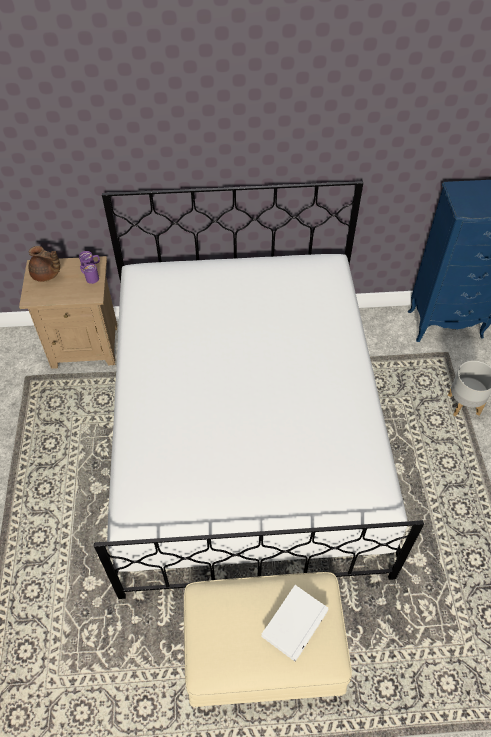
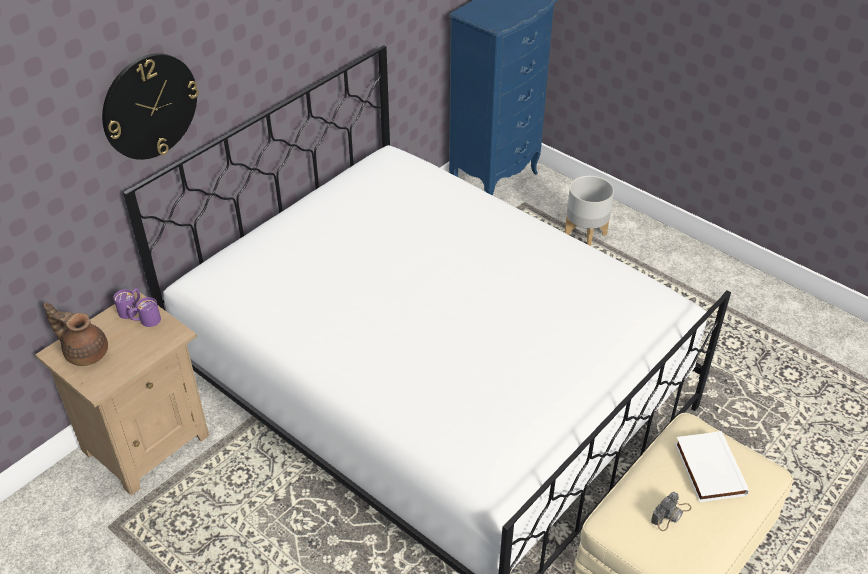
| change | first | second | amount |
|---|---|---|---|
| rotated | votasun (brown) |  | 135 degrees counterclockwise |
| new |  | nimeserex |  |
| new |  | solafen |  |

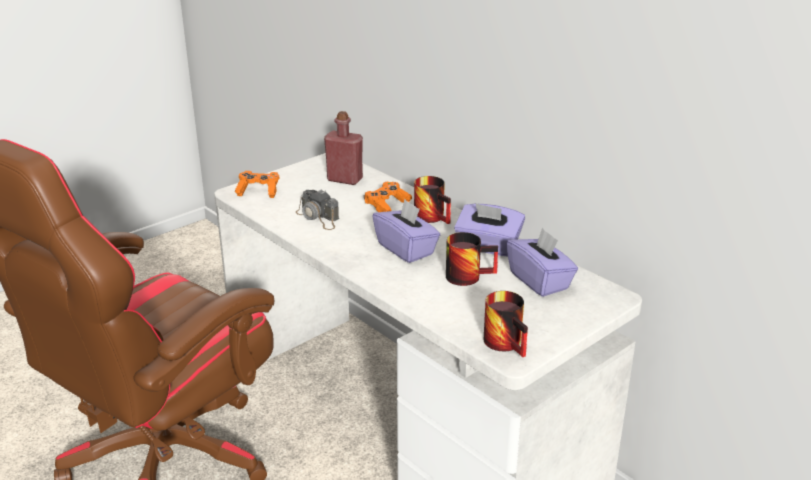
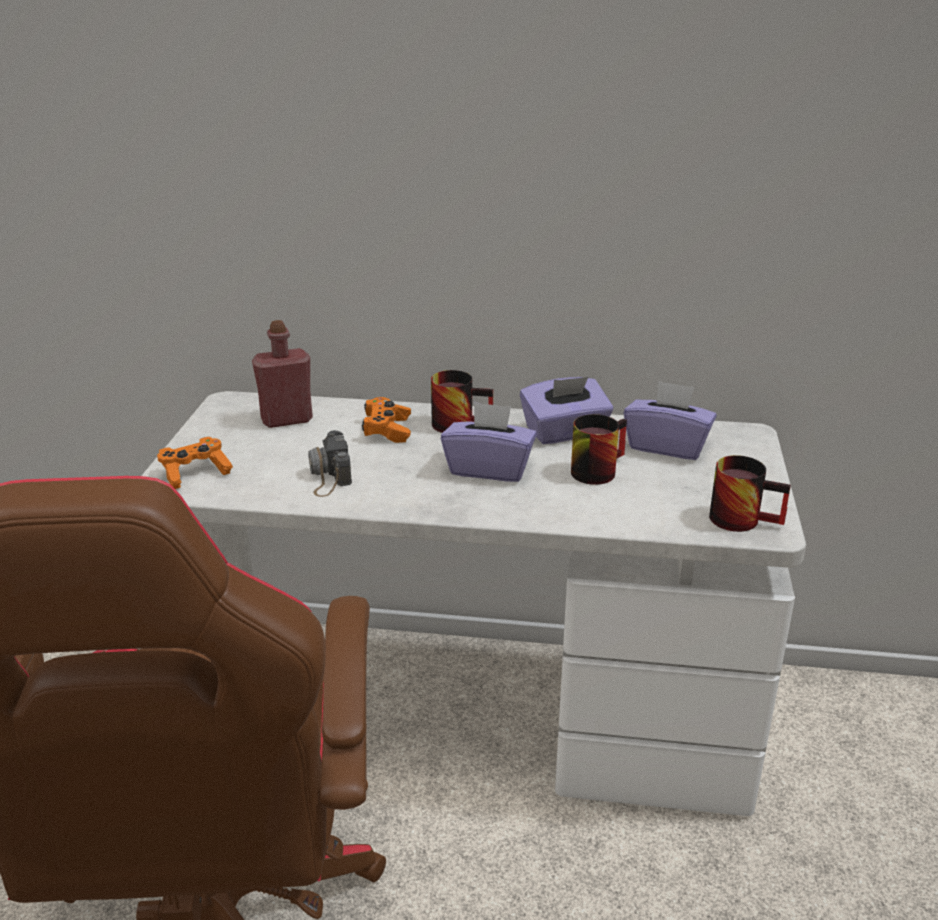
| change | first | second | amount |
|---|---|---|---|
| rotated | solafen |  | 75 degrees clockwise |

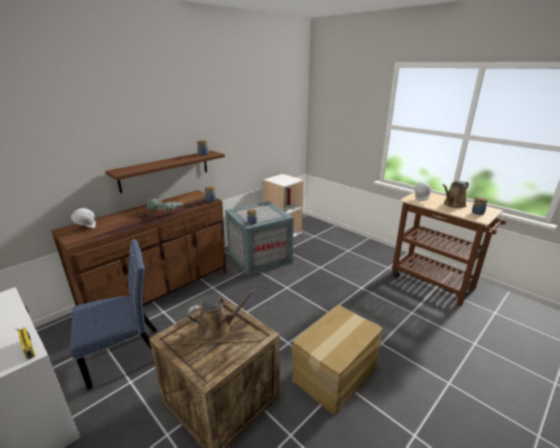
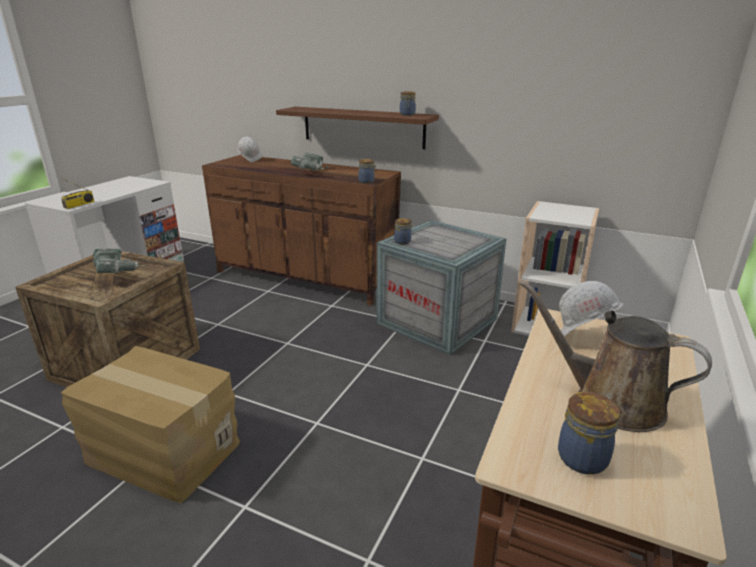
| change | first | second | amount |
|---|---|---|---|
| swapped | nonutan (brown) (no. 1 from left) | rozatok (no. 1 from left) |  |
| gone | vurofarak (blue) |  |  |

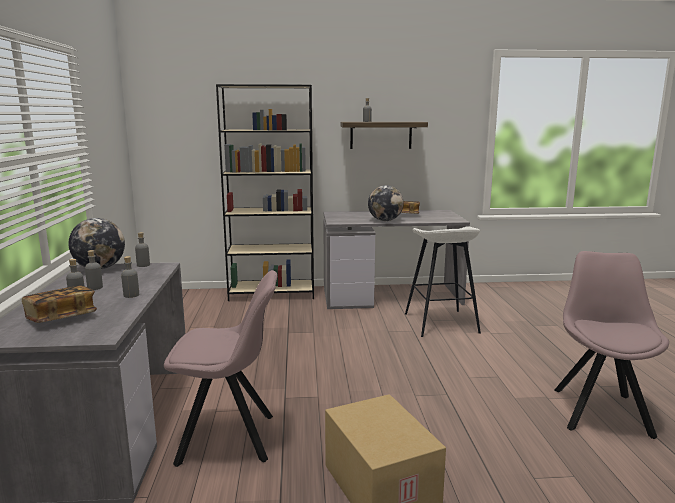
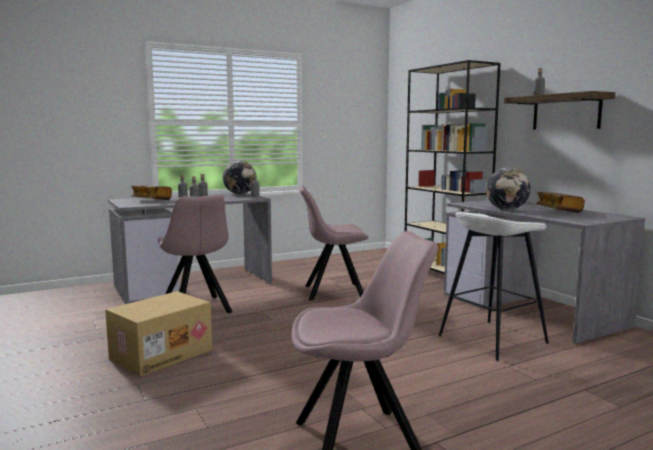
| change | first | second | amount |
|---|---|---|---|
| new |  | vurofarak (pink) (no. 2 from left) |  |

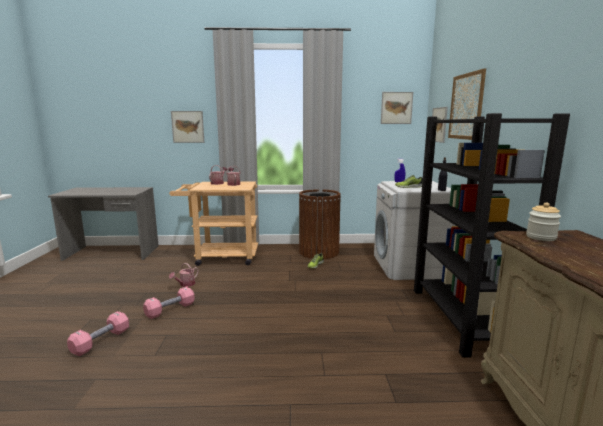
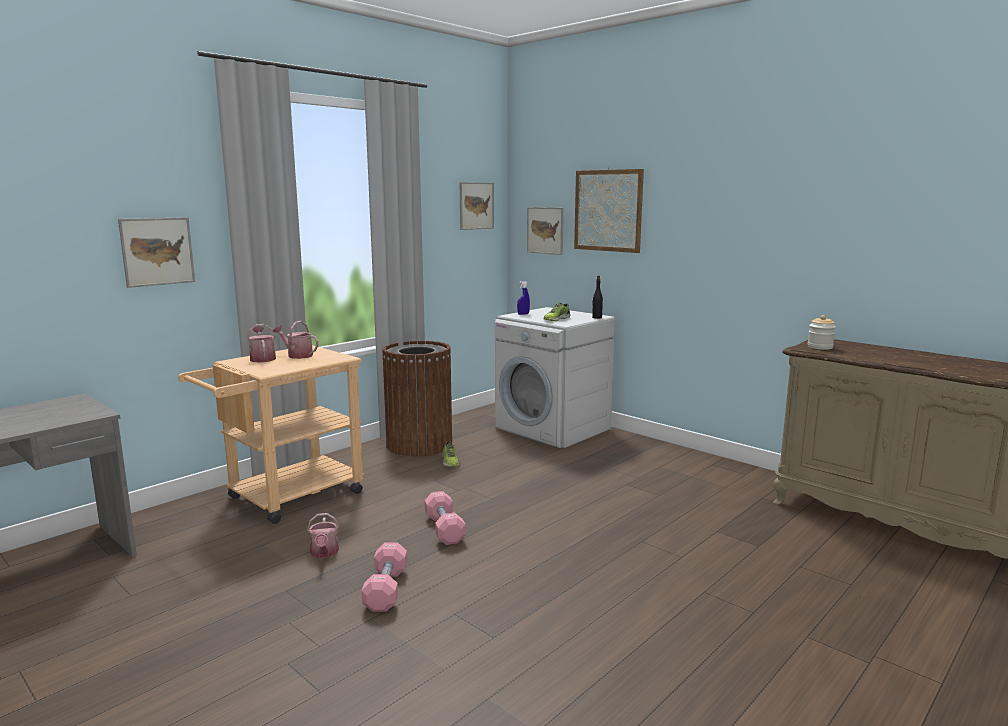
| change | first | second | amount |
|---|---|---|---|
| shifted | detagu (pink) (no. 1 from left in the first image) | detagu (pink) (no. 2 from left) |  |
| gone | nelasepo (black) |  |  |

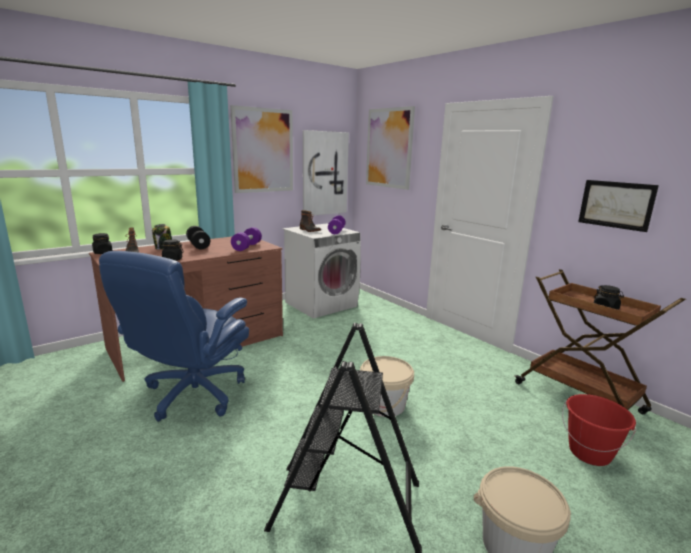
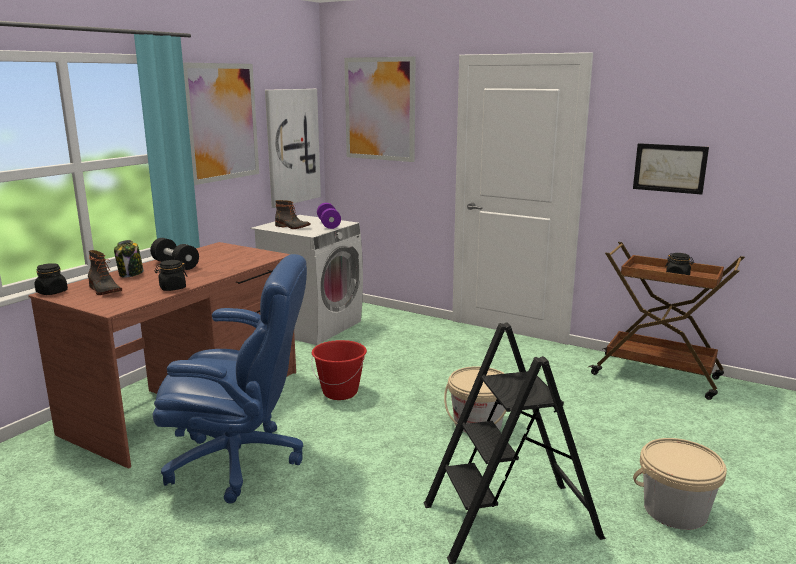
| change | first | second | amount |
|---|---|---|---|
| rotated | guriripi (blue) |  | 90 degrees counterclockwise |
| shifted | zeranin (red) |  |  |
| gone | detagu (purple) (no. 1 from left) |  |  |

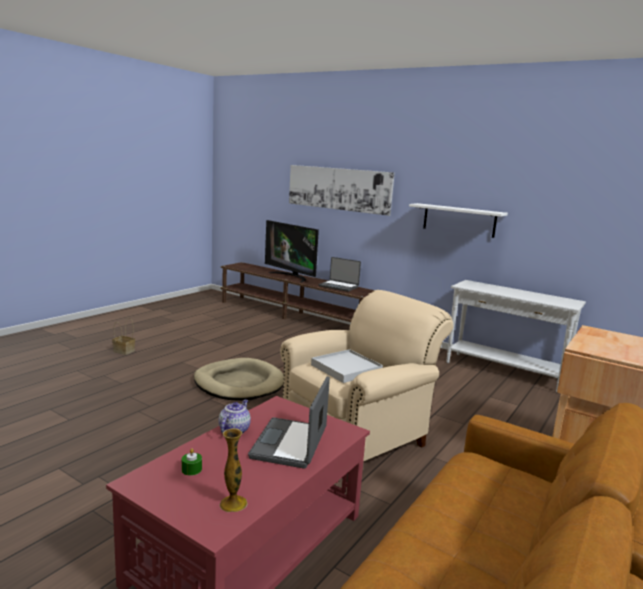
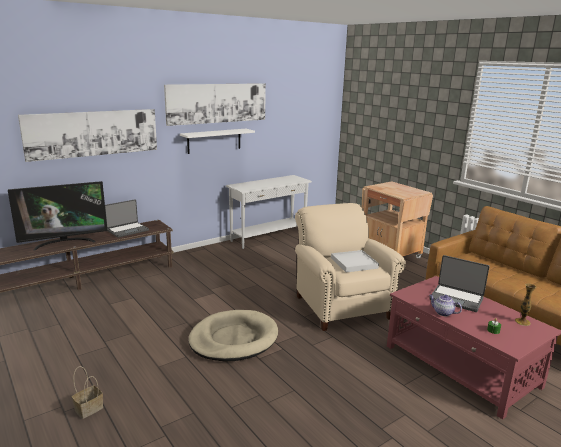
| change | first | second | amount |
|---|---|---|---|
| new |  | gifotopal (no. 2 from left) |  |

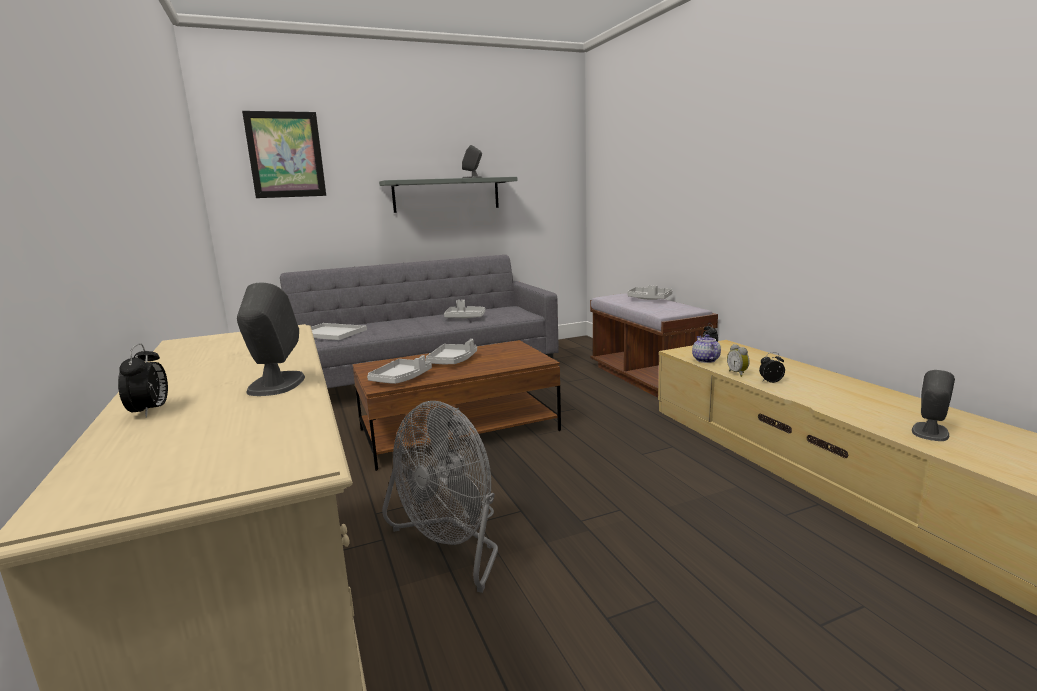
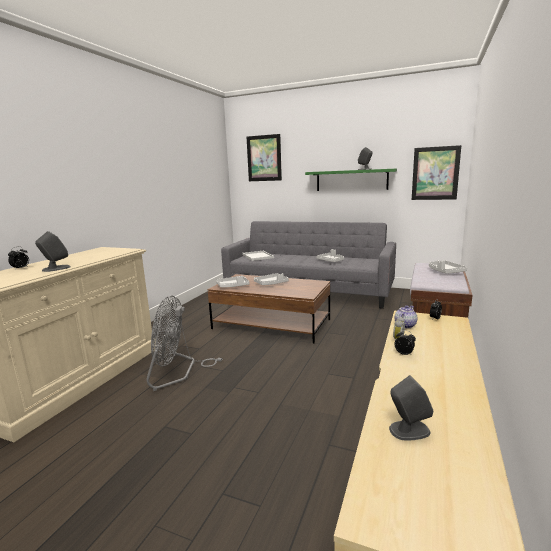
| change | first | second | amount |
|---|---|---|---|
| repainted | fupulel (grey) | fupulel (green) |  |
| new |  | gifotopal (no. 2 from left) |  |

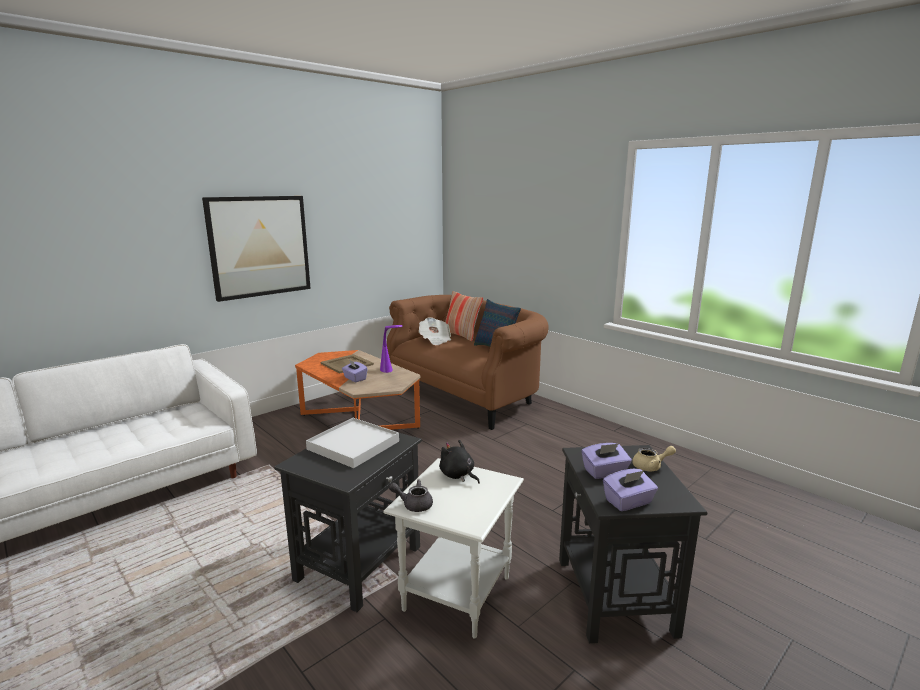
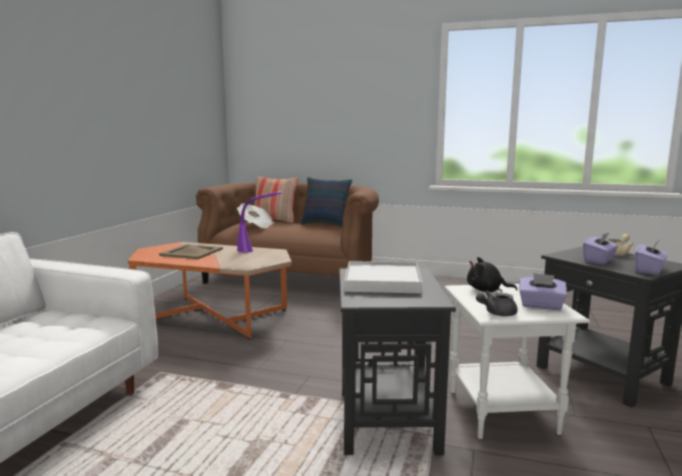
| change | first | second | amount |
|---|---|---|---|
| shifted | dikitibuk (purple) (no. 1 from left) |  |  |
| gone | gifotopal |  |  |

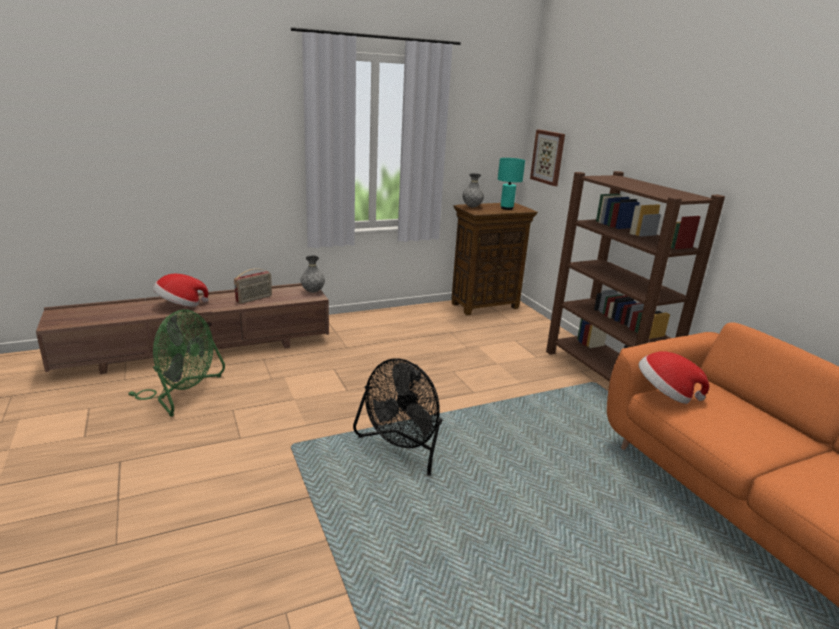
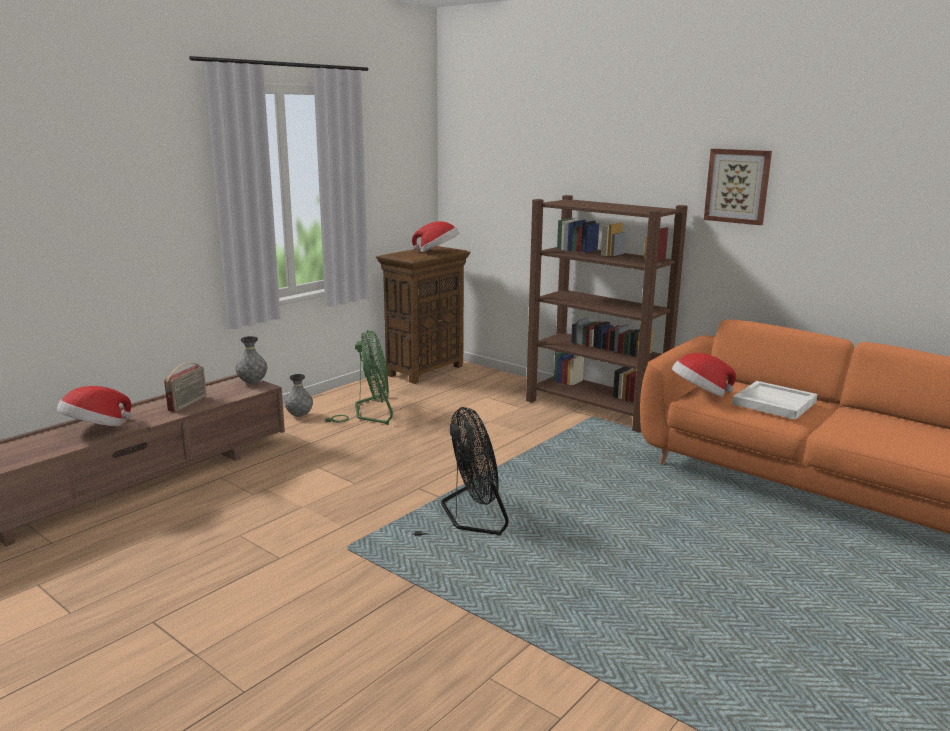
| change | first | second | amount |
|---|---|---|---|
| shifted | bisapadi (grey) (no. 2 from left) |  |  |
| shifted | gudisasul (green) |  |  |
| swapped | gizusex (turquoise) | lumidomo (no. 2 from left) |  |
| rotated | gudisasul (black) |  | 120 degrees counterclockwise |
| shifted | gifotopal |  |  |
| new |  | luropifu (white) |  |

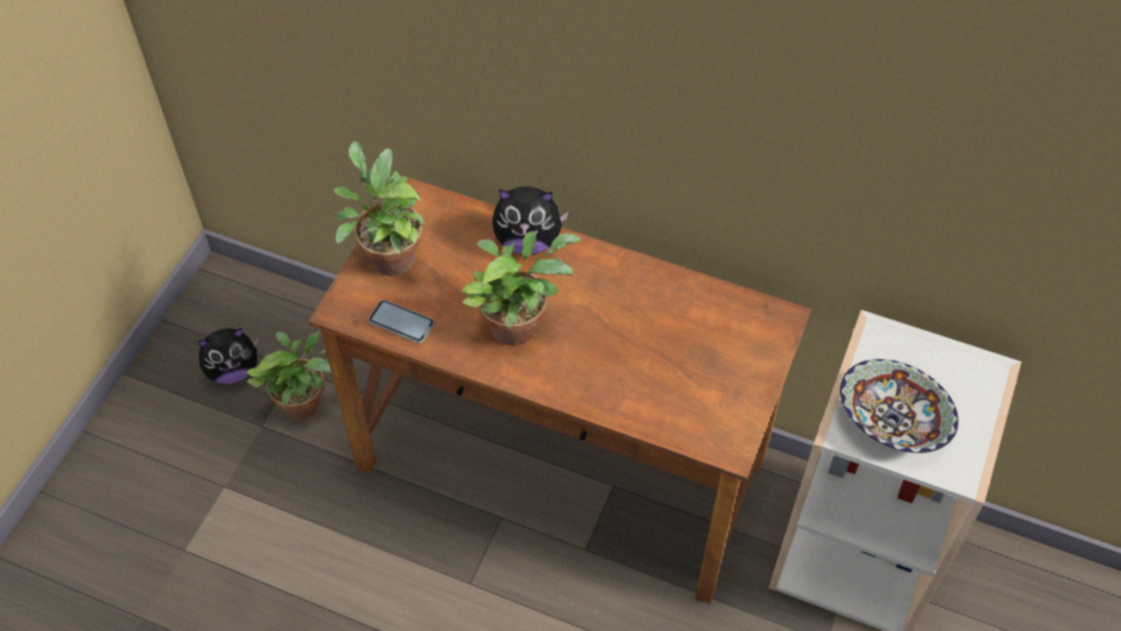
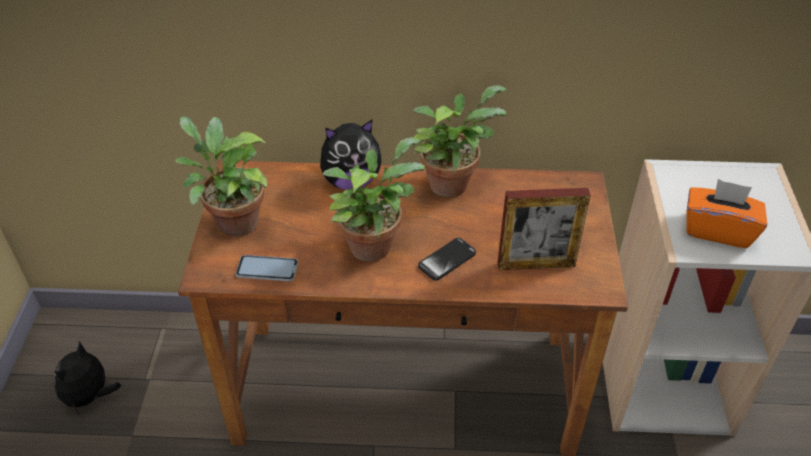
| change | first | second | amount |
|---|---|---|---|
| rotated | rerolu (no. 1 from left) |  | 150 degrees clockwise |
| shifted | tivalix (no. 1 from left in the first image) | tivalix (no. 3 from left) |  |
| new |  | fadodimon (no. 2 from left) |  |
| new |  | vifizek |  |
| swapped | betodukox | dikitibuk (orange) |  |

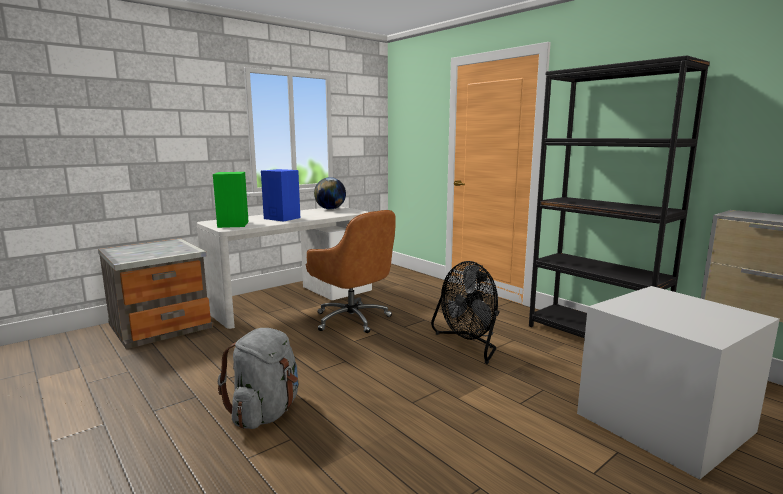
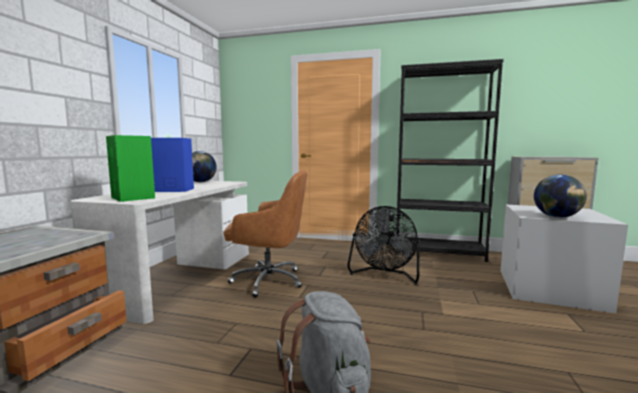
| change | first | second | amount |
|---|---|---|---|
| new |  | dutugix (no. 2 from left) |  |

